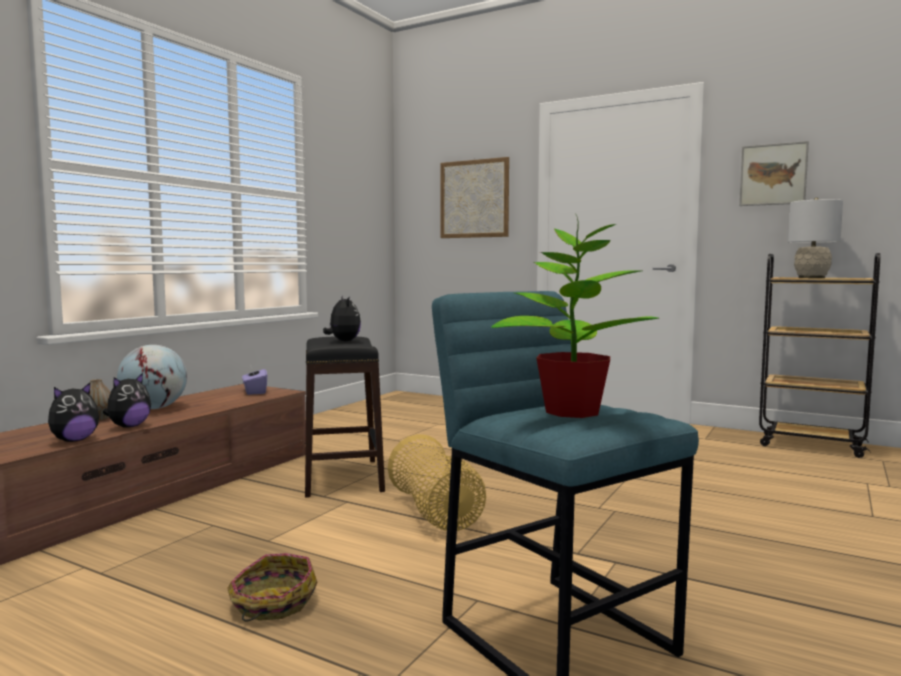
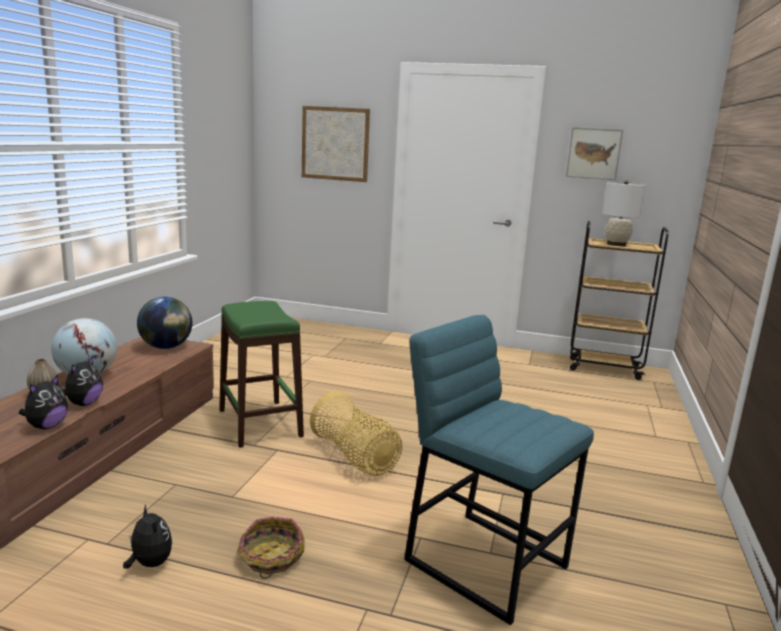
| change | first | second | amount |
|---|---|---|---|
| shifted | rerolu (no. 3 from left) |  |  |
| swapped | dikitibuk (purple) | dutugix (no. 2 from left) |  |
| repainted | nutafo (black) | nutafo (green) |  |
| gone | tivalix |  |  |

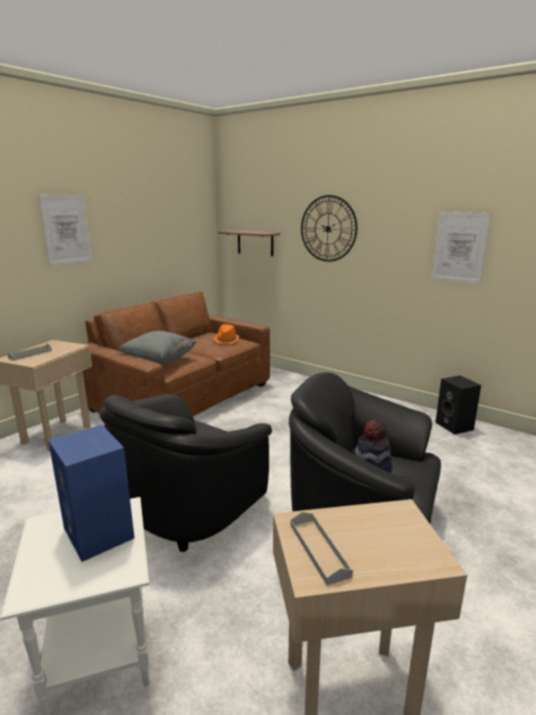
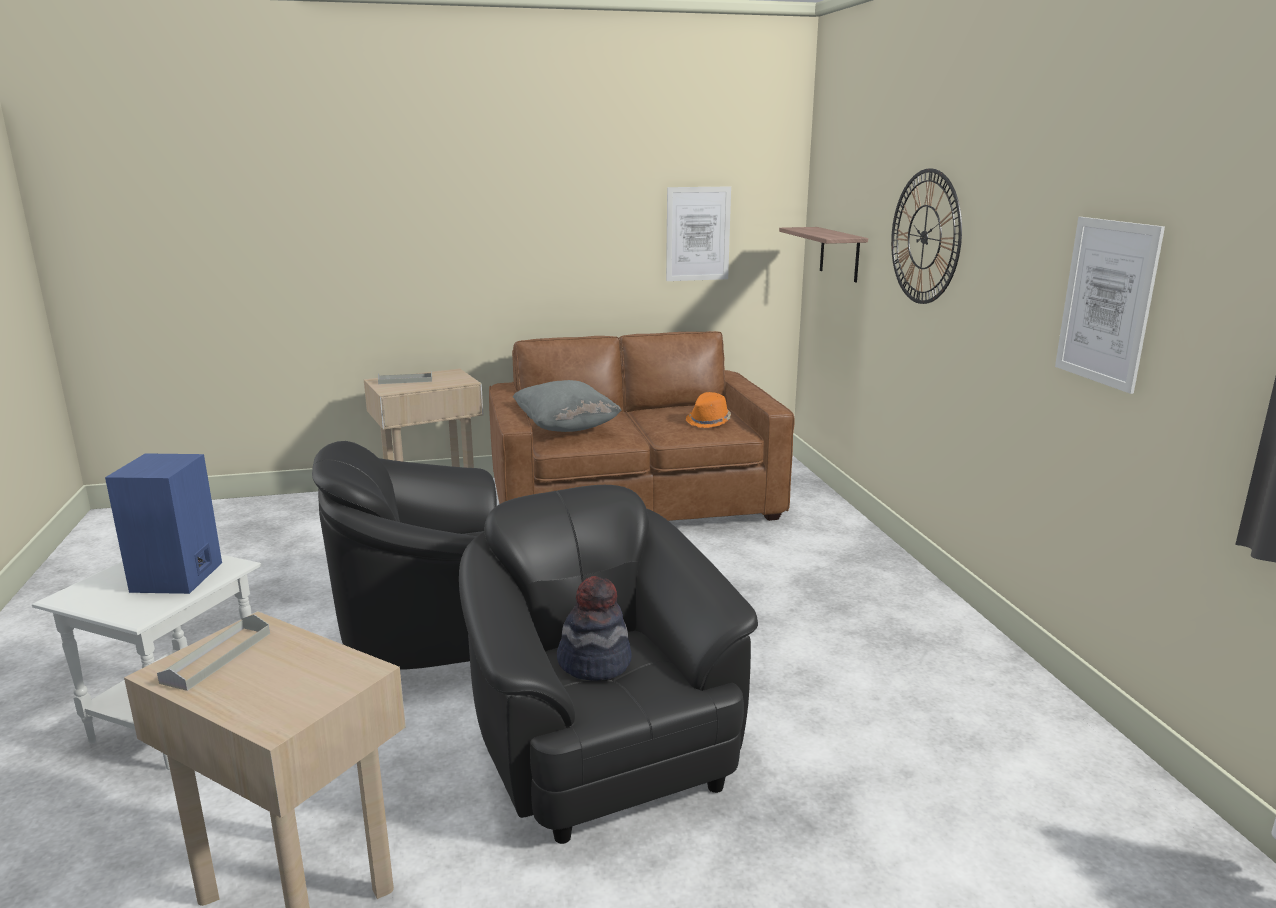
| change | first | second | amount |
|---|---|---|---|
| shifted | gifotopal (no. 1 from left) |  |  |
| gone | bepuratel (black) |  |  |

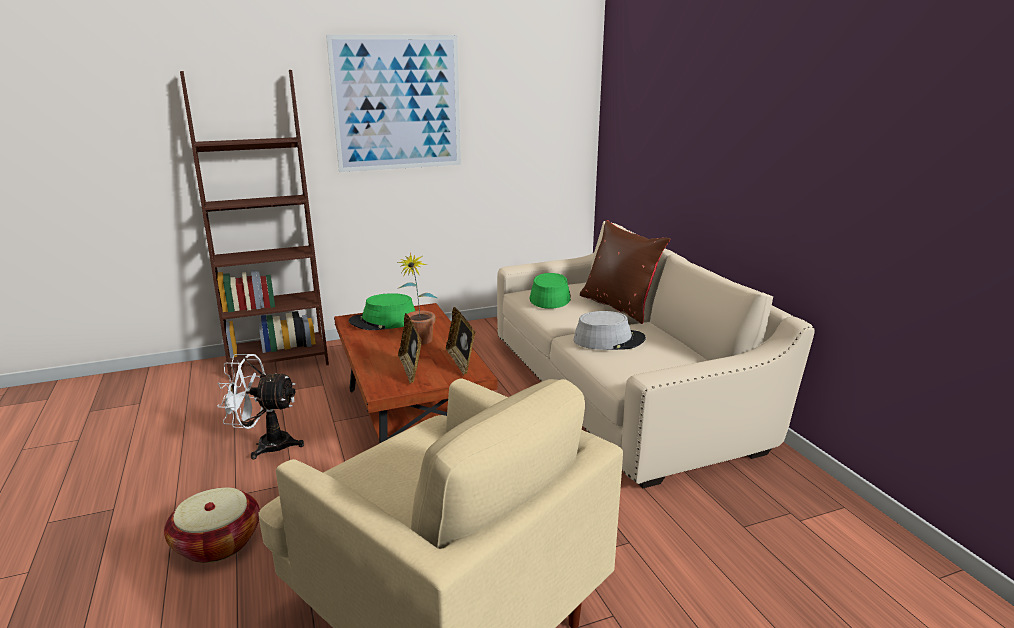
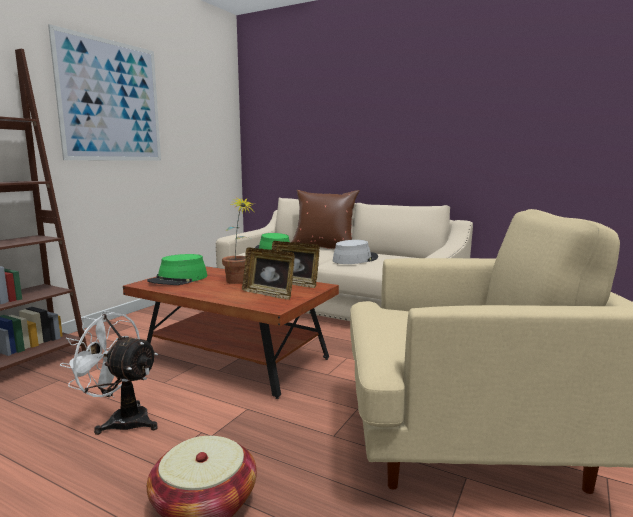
| change | first | second | amount |
|---|---|---|---|
| rotated | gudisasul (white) |  | 60 degrees clockwise |

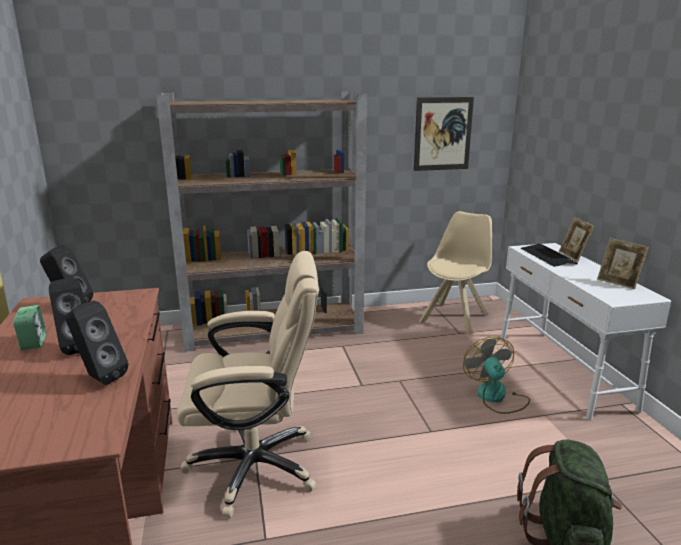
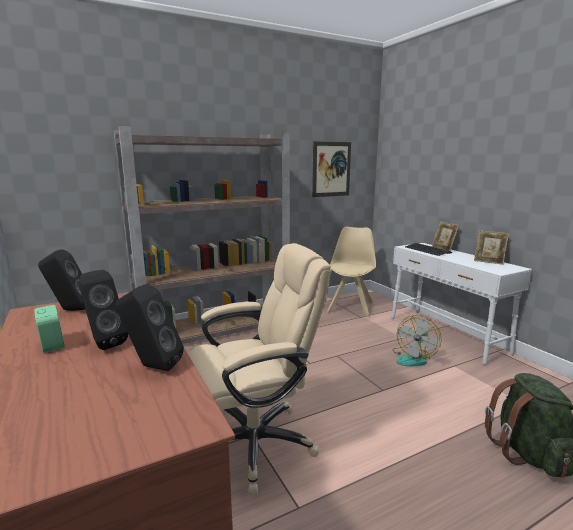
| change | first | second | amount |
|---|---|---|---|
| rotated | gudisasul |  | 120 degrees counterclockwise |

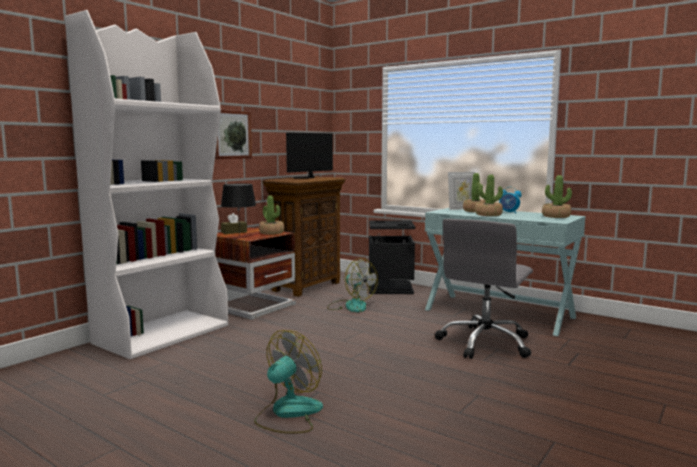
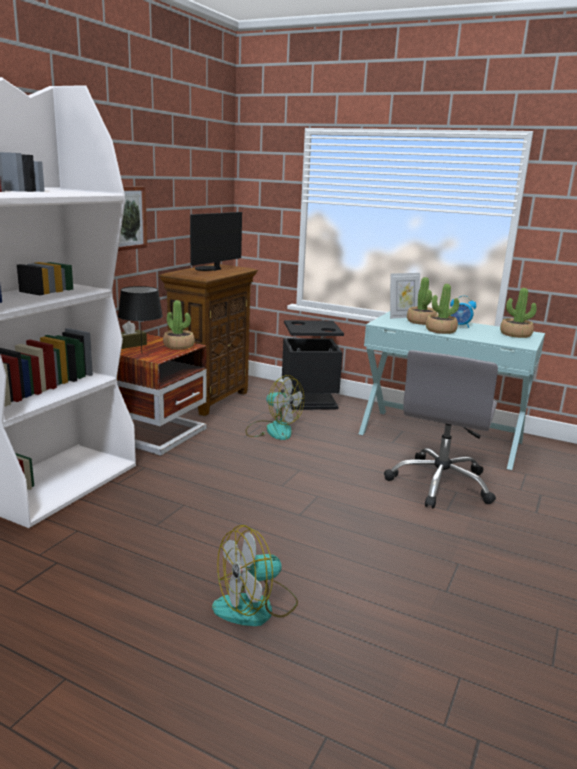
| change | first | second | amount |
|---|---|---|---|
| rotated | gudisasul (no. 1 from left) |  | 150 degrees counterclockwise |

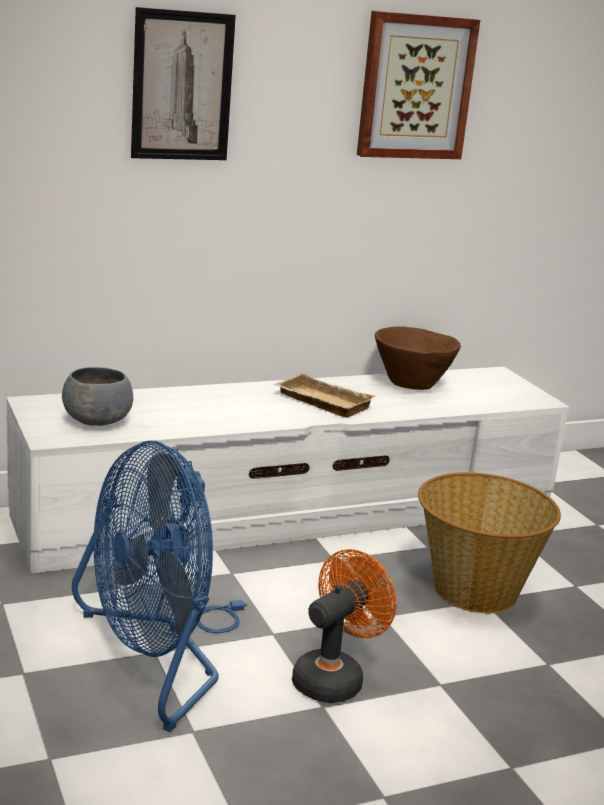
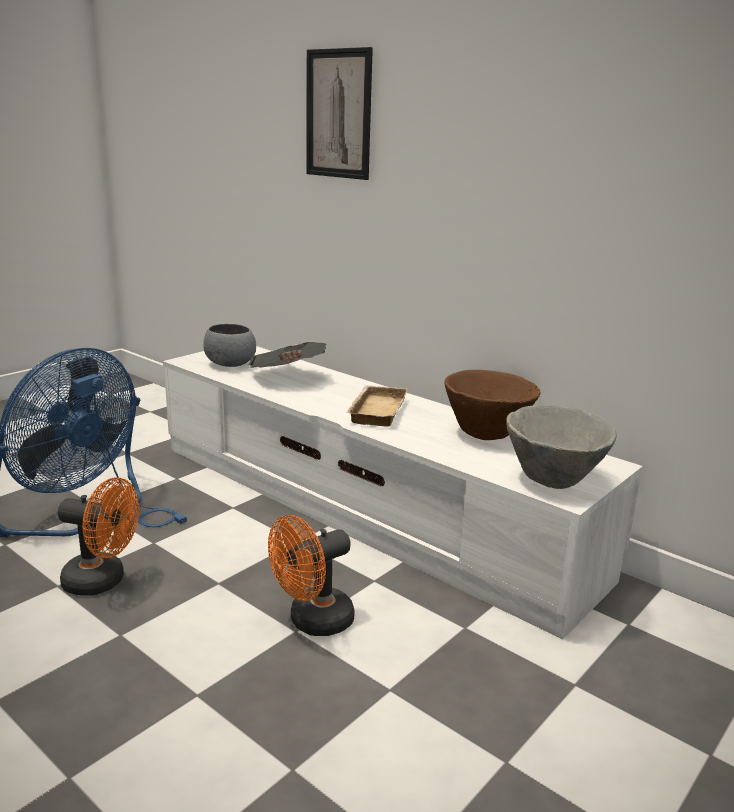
| change | first | second | amount |
|---|---|---|---|
| new |  | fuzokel |  |
| swapped | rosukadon | gudisasul (orange) (no. 2 from left) |  |
| new |  | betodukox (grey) (no. 2 from left) |  |
| gone | gifotopal (no. 2 from left) |  |  |

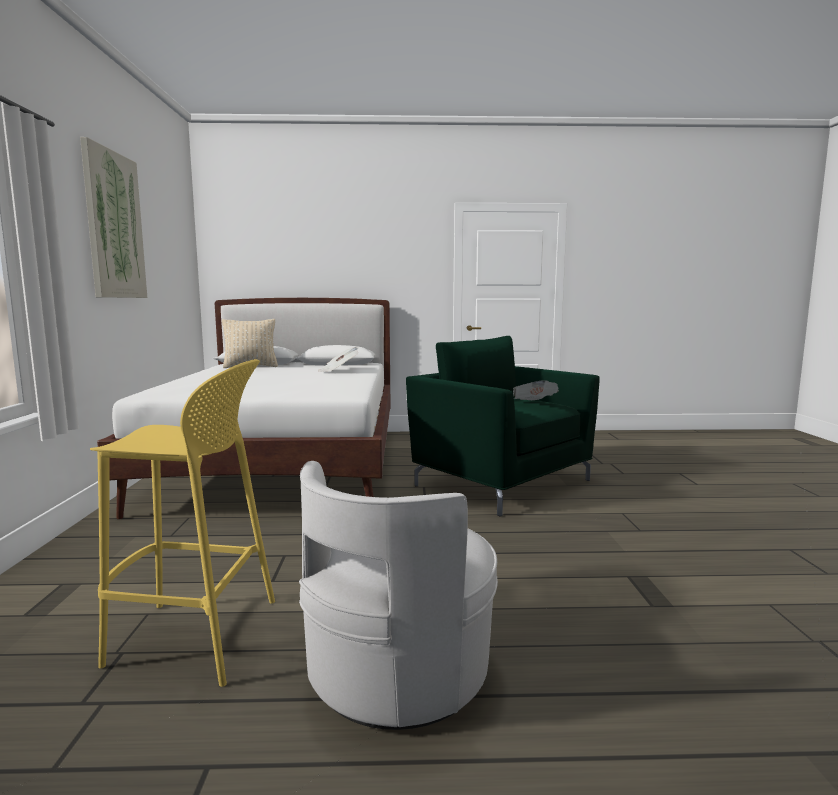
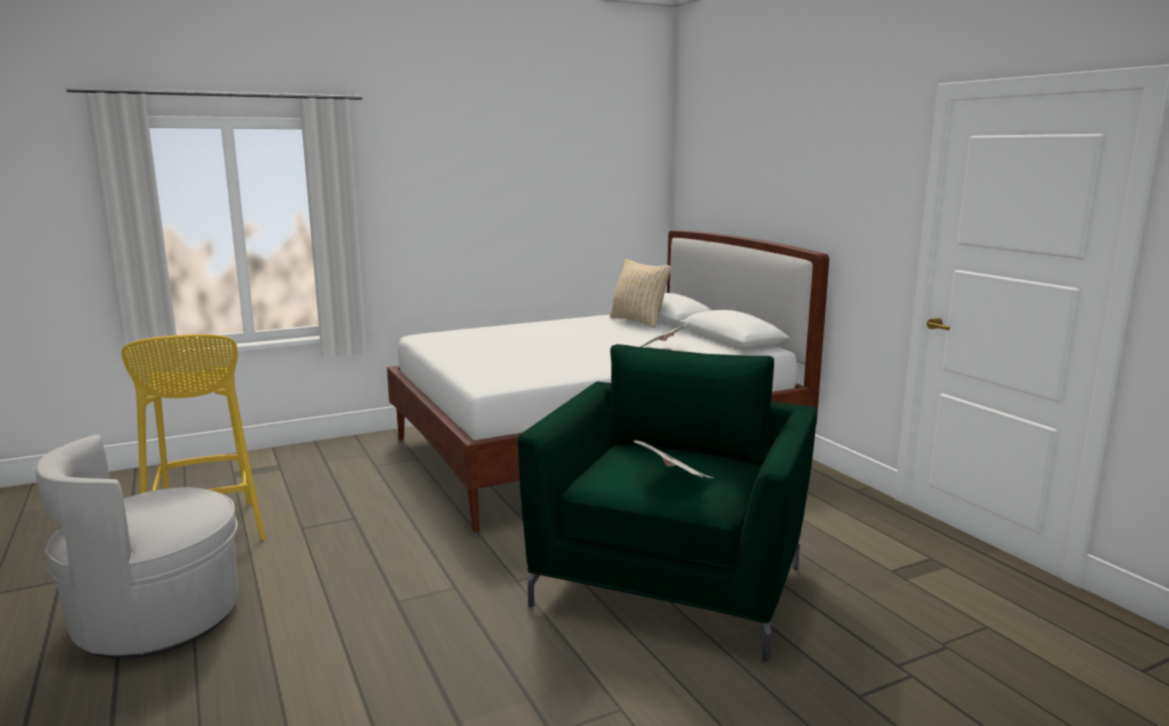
| change | first | second | amount |
|---|---|---|---|
| rotated | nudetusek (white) |  | 45 degrees counterclockwise |
| gone | gifotopal |  |  |

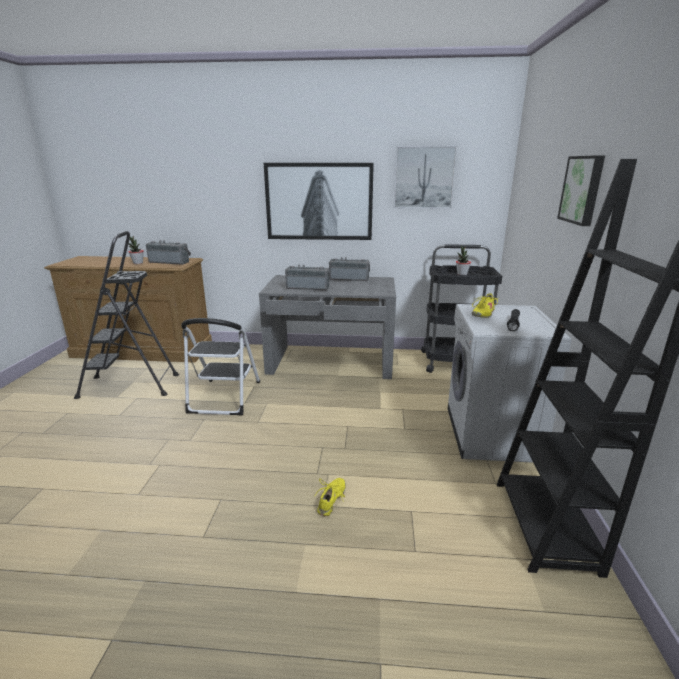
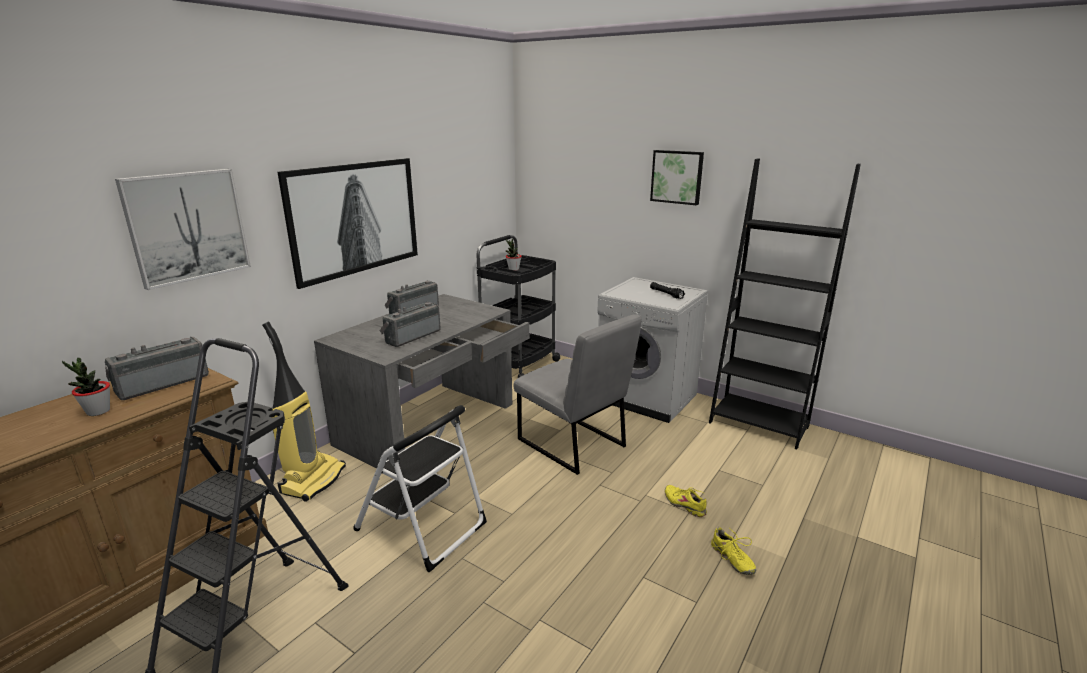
| change | first | second | amount |
|---|---|---|---|
| shifted | gifotopal (no. 2 from left in the first image) | gifotopal (no. 1 from left) |  |
| new |  | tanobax |  |
| new |  | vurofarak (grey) |  |
| shifted | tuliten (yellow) (no. 2 from left) |  |  |

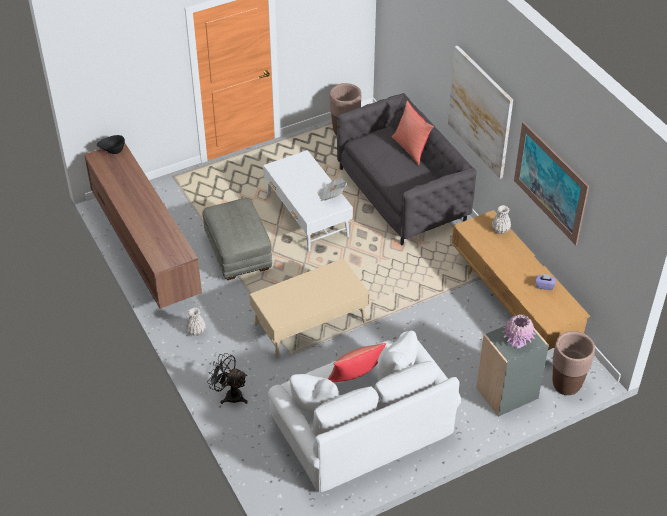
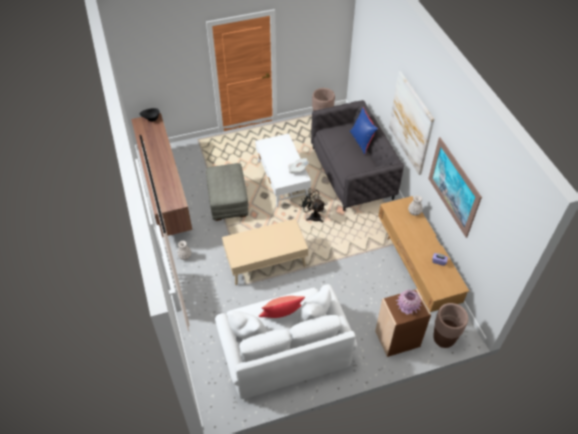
| change | first | second | amount |
|---|---|---|---|
| shifted | gudisasul (black) |  |  |
| repainted | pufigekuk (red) (no. 2 from left) | pufigekuk (blue) |  |
| repainted | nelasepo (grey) | nelasepo (brown) |  |

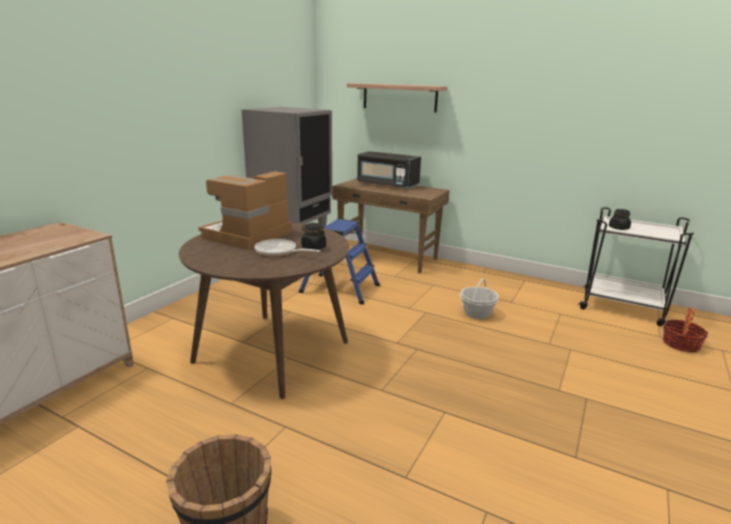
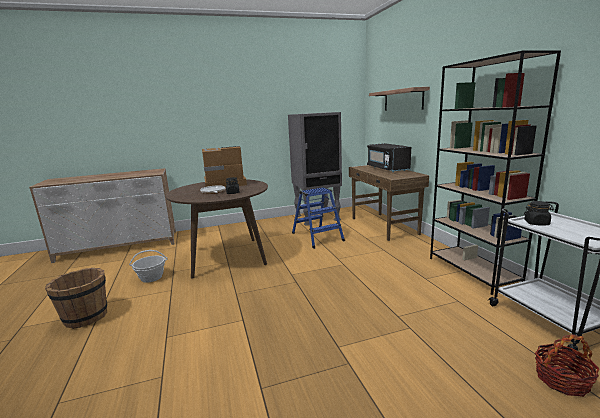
| change | first | second | amount |
|---|---|---|---|
| shifted | rosukadon (no. 1 from left) |  |  |
| new |  | nelasepo (beige) |  |

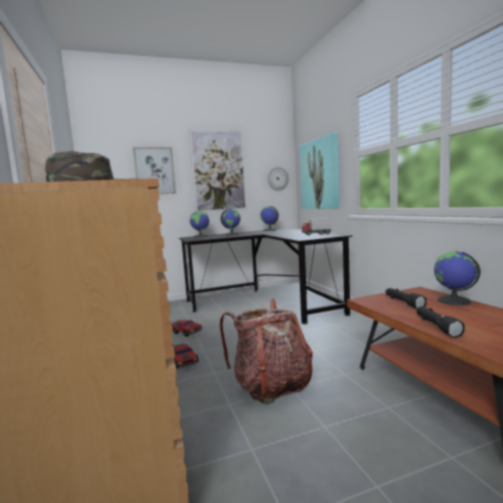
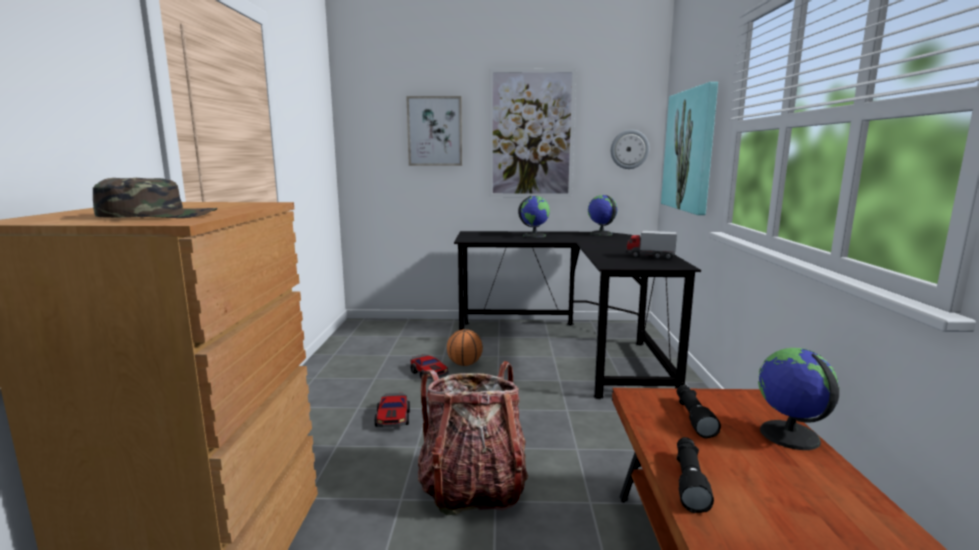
| change | first | second | amount |
|---|---|---|---|
| new |  | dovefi |  |
| gone | dutugix (no. 1 from left) |  |  |

